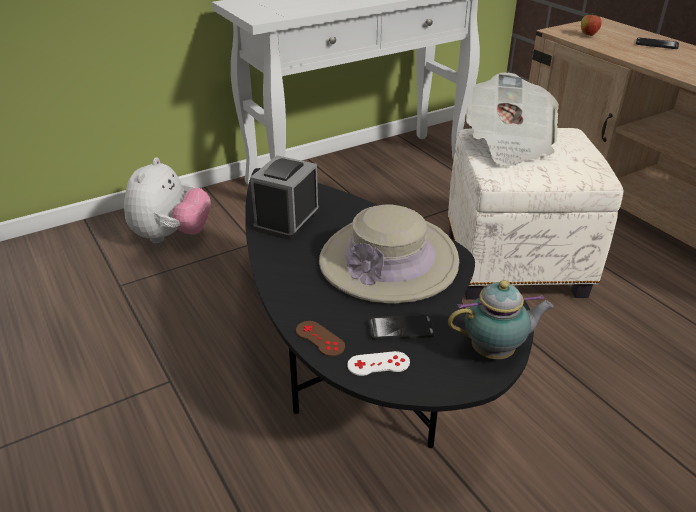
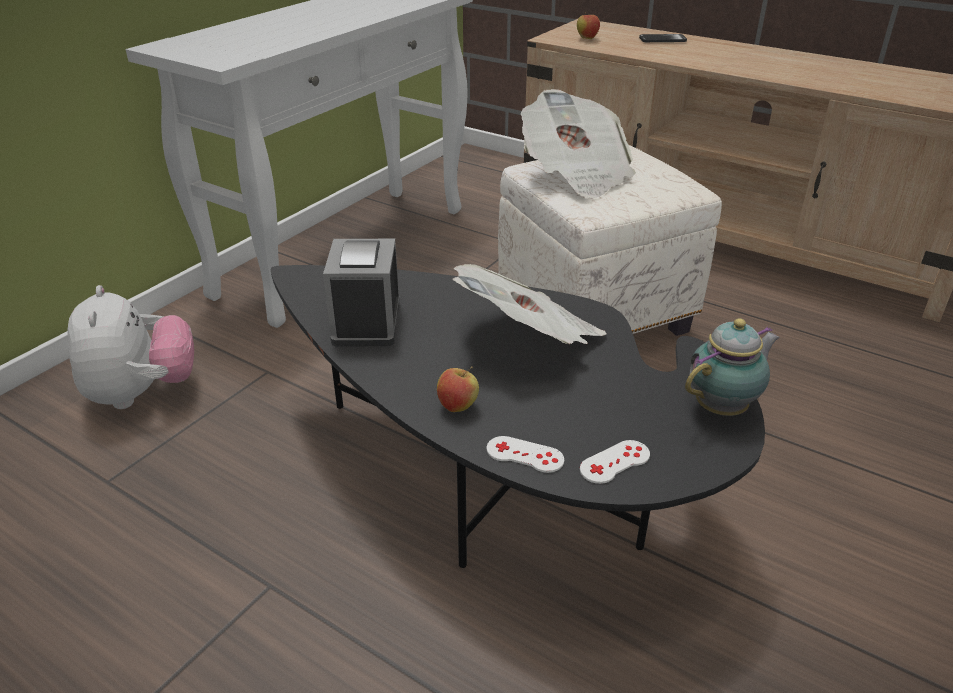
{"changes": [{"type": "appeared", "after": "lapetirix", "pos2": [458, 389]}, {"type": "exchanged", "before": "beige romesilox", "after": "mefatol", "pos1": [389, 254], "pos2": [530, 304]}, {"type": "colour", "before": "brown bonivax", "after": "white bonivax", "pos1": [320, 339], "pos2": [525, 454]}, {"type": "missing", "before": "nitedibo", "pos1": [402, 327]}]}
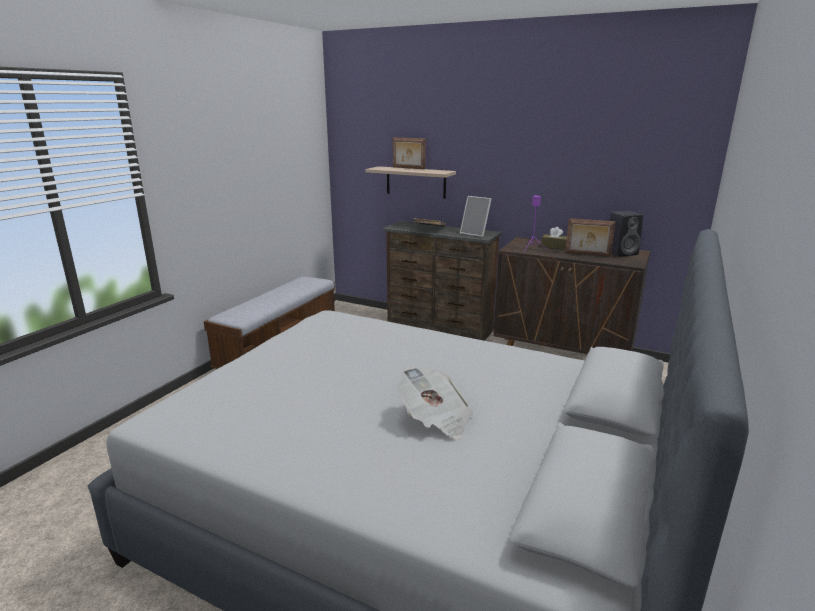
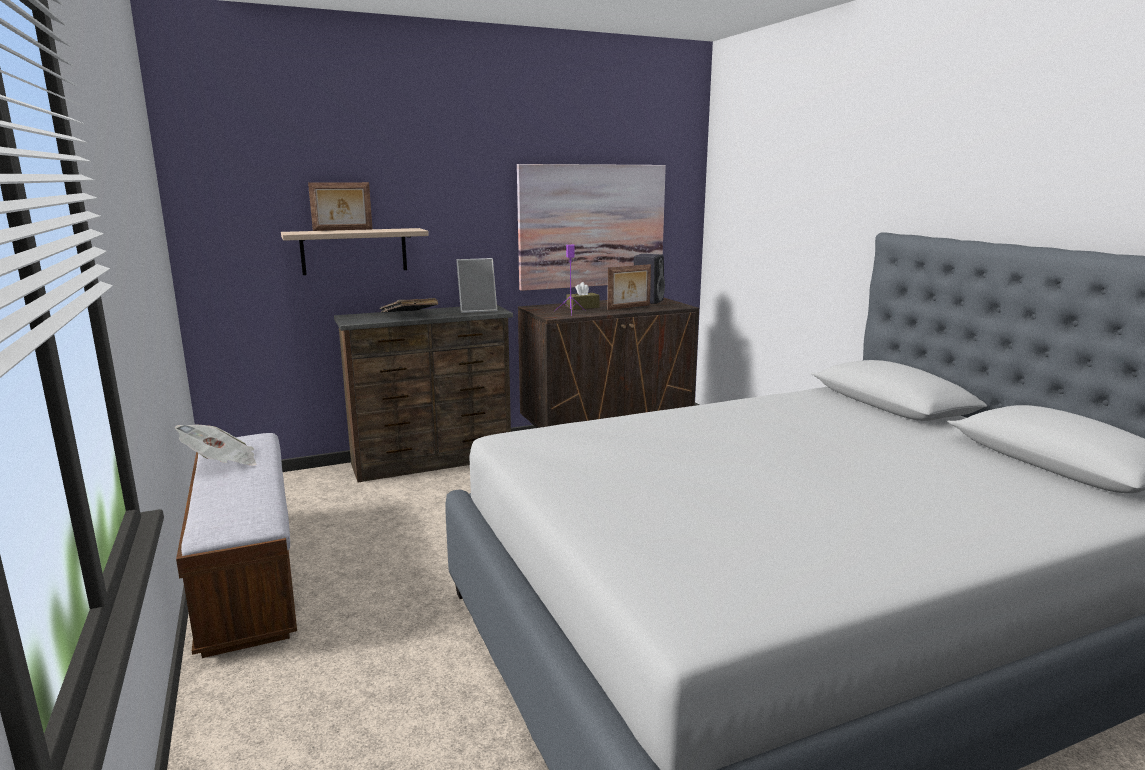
{"changes": [{"type": "relocated", "before": "mefatol", "pos1": [435, 403], "pos2": [215, 445]}, {"type": "appeared", "after": "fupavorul", "pos2": [591, 227]}]}
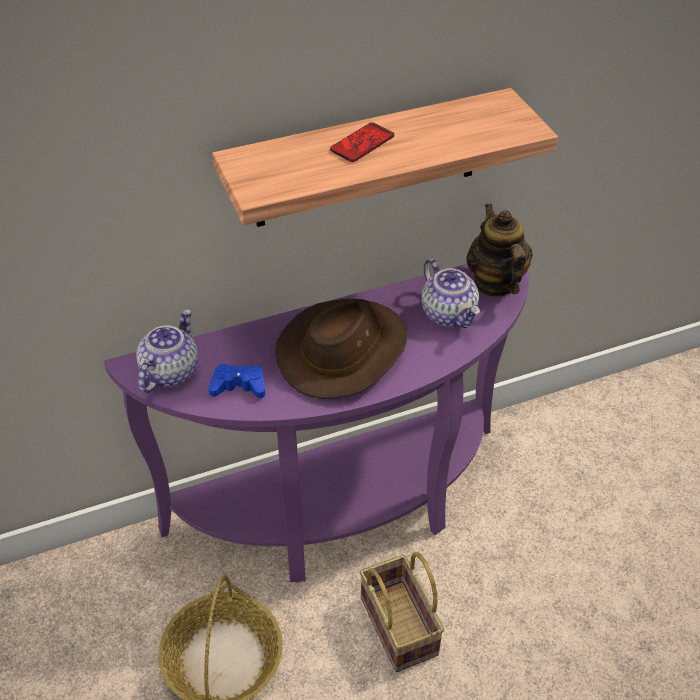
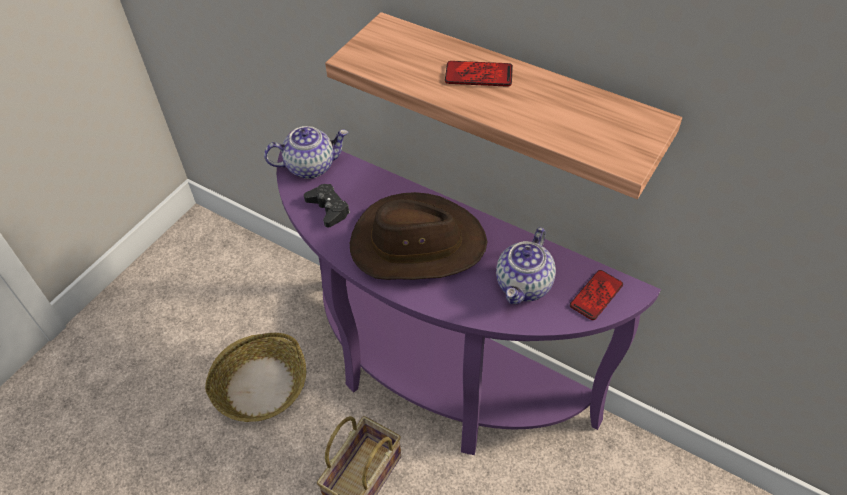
{"changes": [{"type": "colour", "before": "blue bonivax", "after": "black bonivax", "pos1": [236, 381], "pos2": [327, 206]}, {"type": "exchanged", "before": "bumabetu", "after": "nitedibo", "pos1": [499, 250], "pos2": [596, 295]}]}
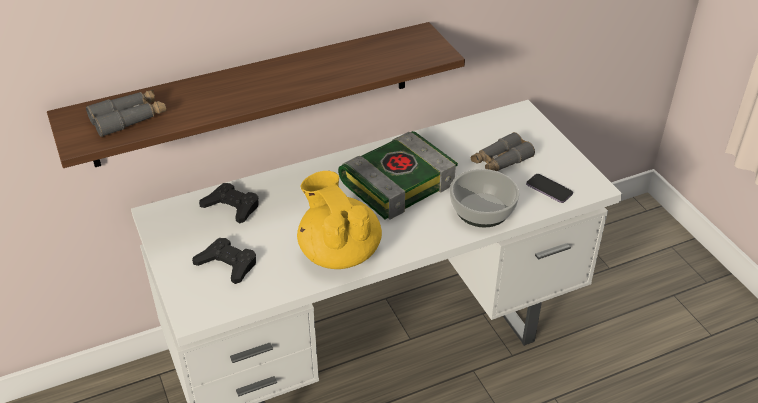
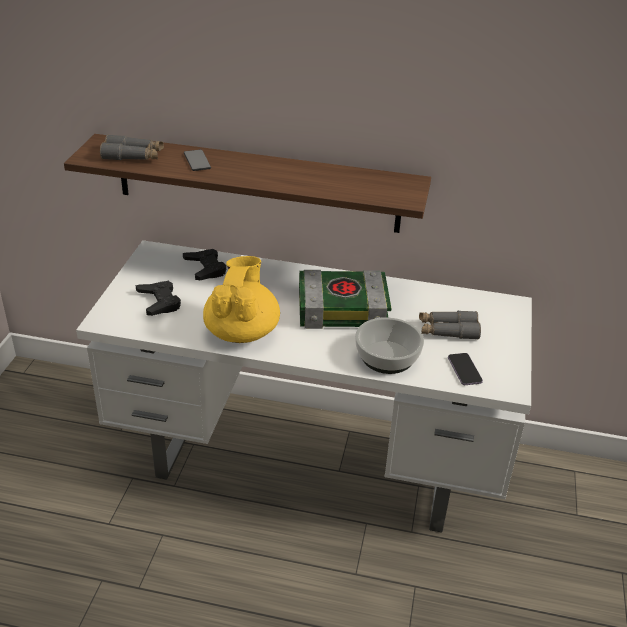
{"changes": [{"type": "appeared", "after": "nitedibo", "pos2": [197, 160]}]}
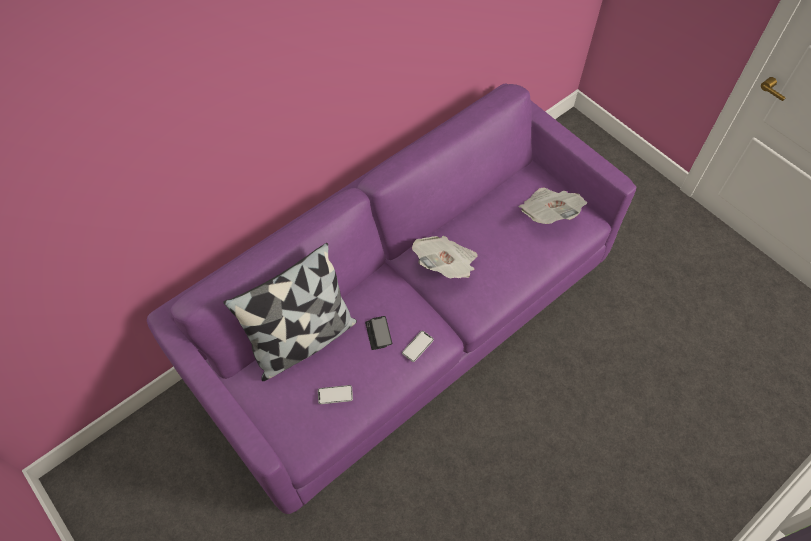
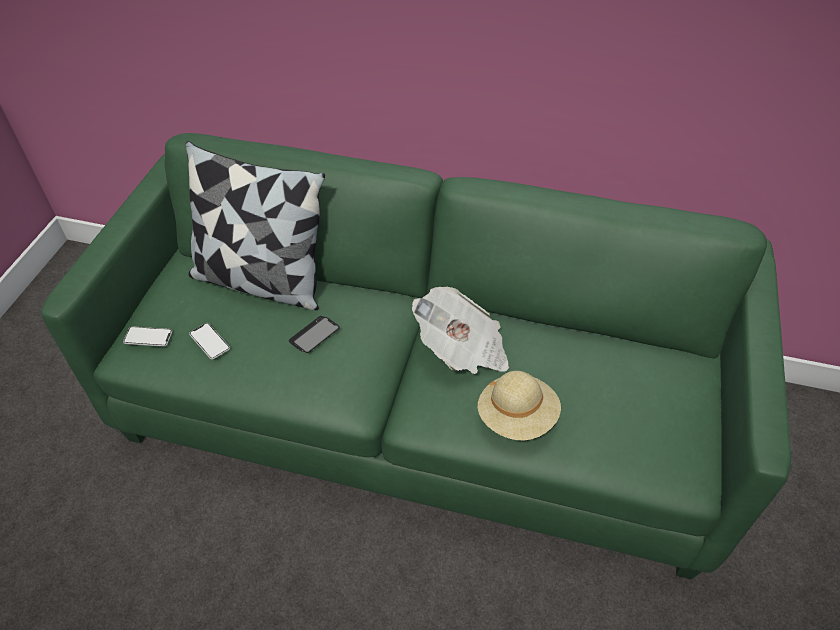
{"changes": [{"type": "colour", "before": "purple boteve", "after": "green boteve", "pos1": [391, 299], "pos2": [416, 356]}, {"type": "relocated", "before": "nitedibo", "pos1": [418, 346], "pos2": [148, 336]}, {"type": "appeared", "after": "beige romesilox", "pos2": [519, 406]}, {"type": "missing", "before": "mefatol", "pos1": [552, 206]}]}
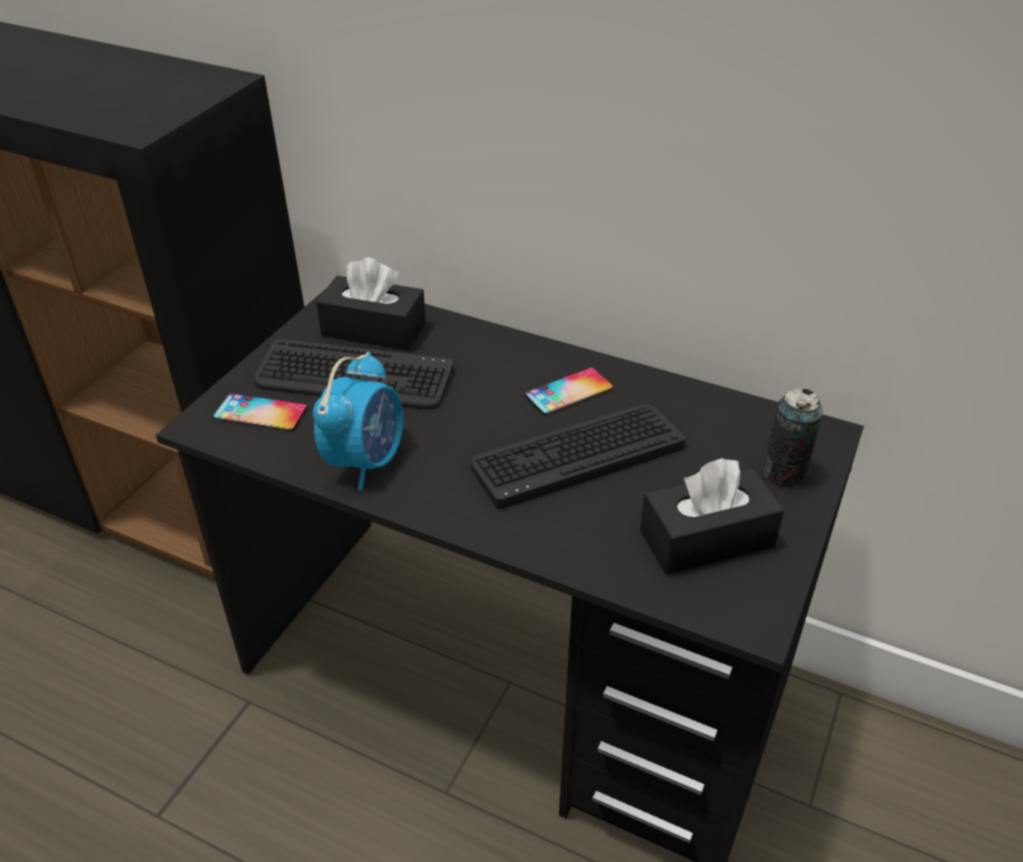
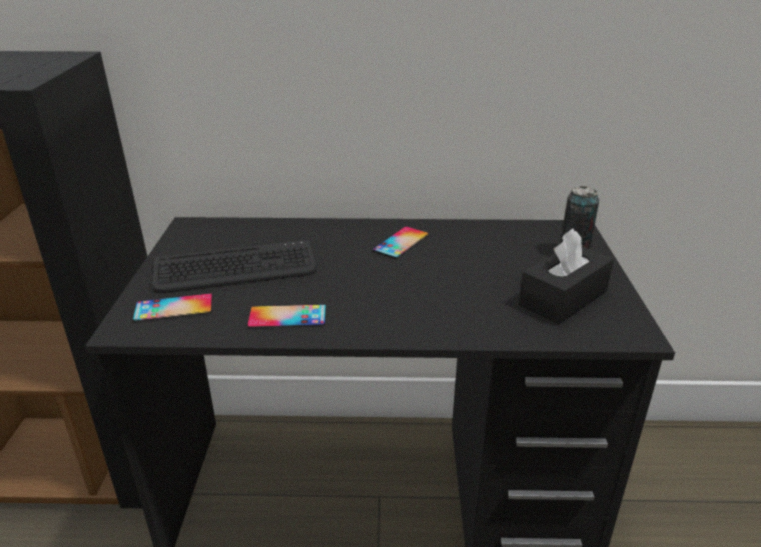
{"changes": [{"type": "exchanged", "before": "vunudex", "after": "nitedibo", "pos1": [358, 421], "pos2": [286, 316]}, {"type": "missing", "before": "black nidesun", "pos1": [371, 303]}, {"type": "missing", "before": "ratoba", "pos1": [577, 456]}]}
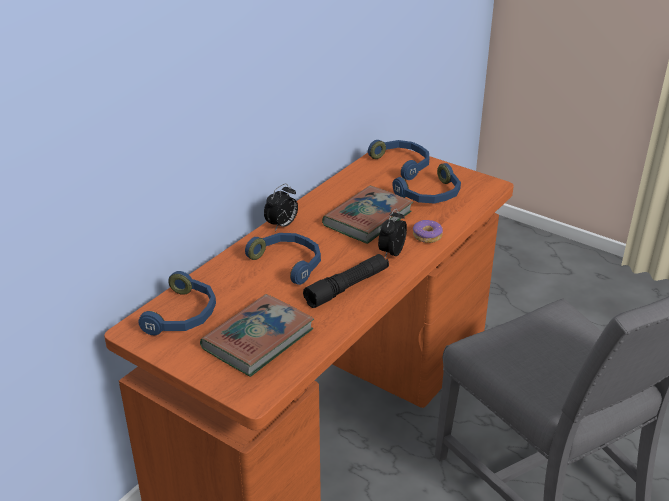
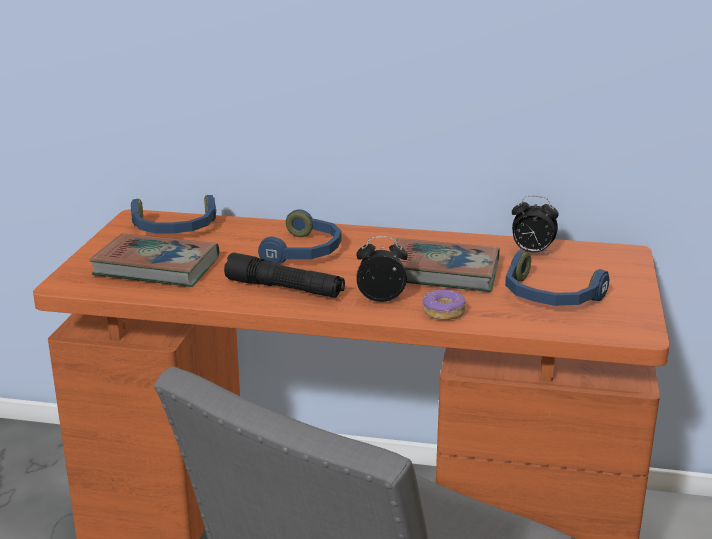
{"changes": [{"type": "relocated", "before": "vunudex", "pos1": [281, 207], "pos2": [535, 225]}, {"type": "missing", "before": "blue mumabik", "pos1": [398, 160]}]}
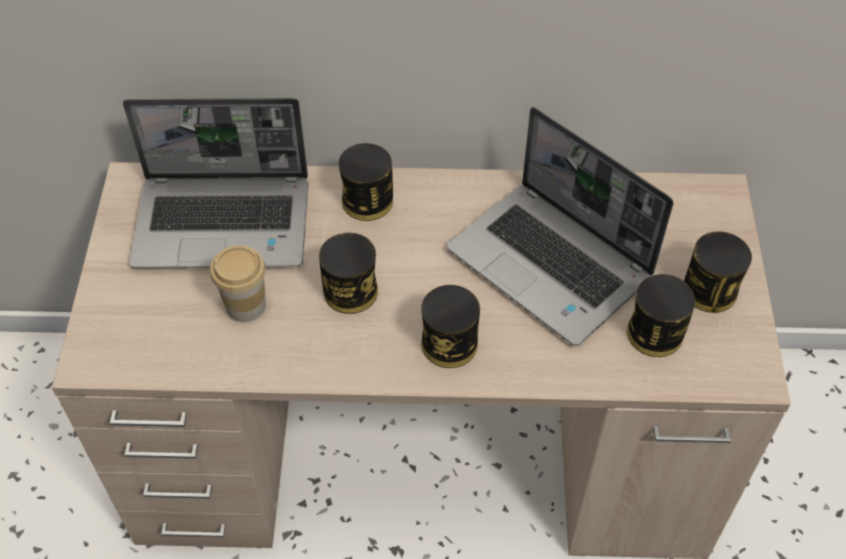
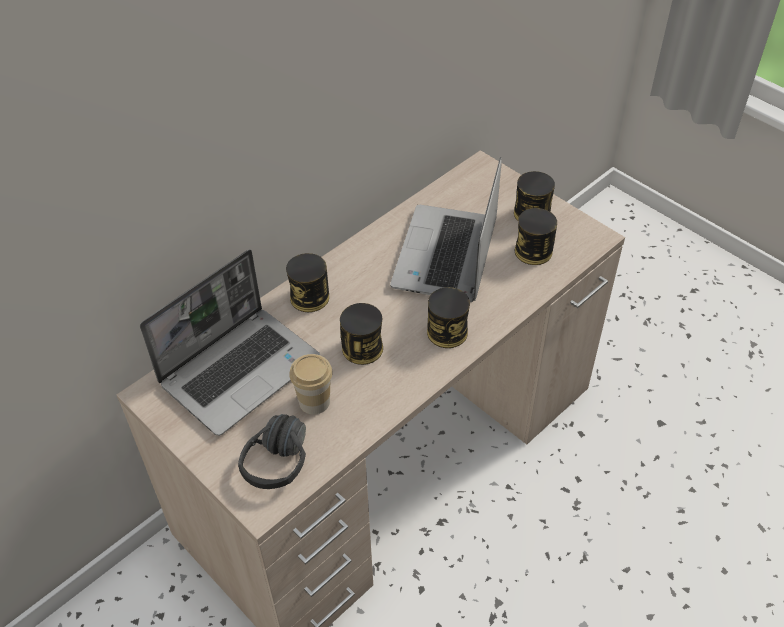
{"changes": [{"type": "appeared", "after": "black mumabik", "pos2": [272, 451]}, {"type": "spun", "before": "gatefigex", "pos1": [560, 226], "pos2": [446, 229], "turn": 105}]}
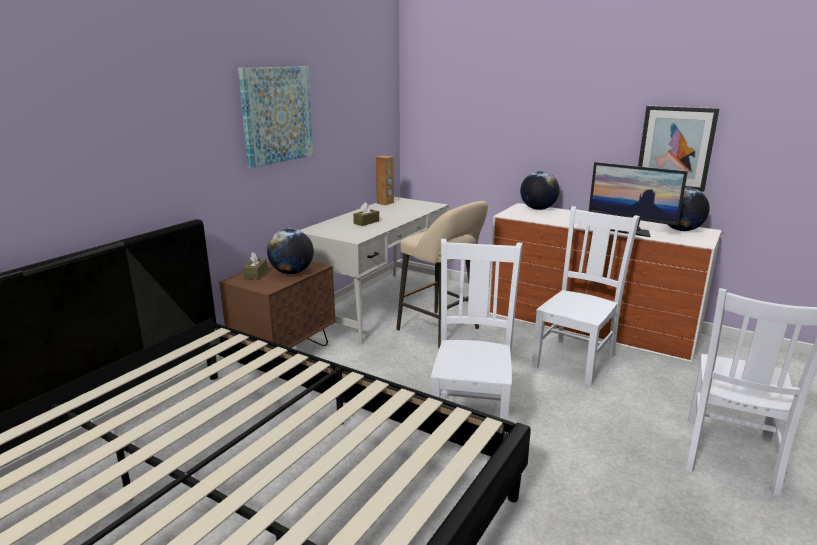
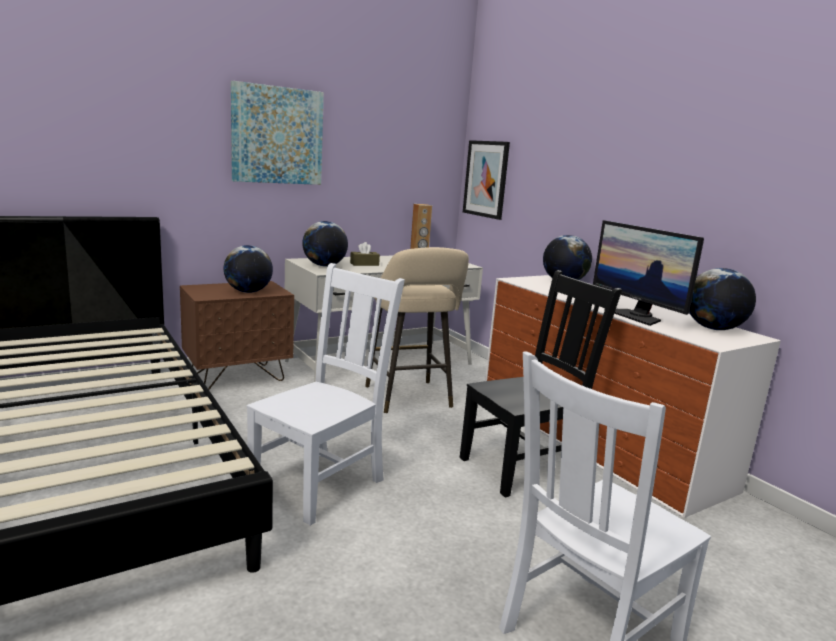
{"changes": [{"type": "appeared", "after": "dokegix", "pos2": [325, 243]}, {"type": "colour", "before": "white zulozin", "after": "black zulozin", "pos1": [585, 296], "pos2": [541, 383]}, {"type": "relocated", "before": "fupavorul", "pos1": [679, 149], "pos2": [486, 180]}, {"type": "missing", "before": "brown nidesun", "pos1": [255, 266]}]}
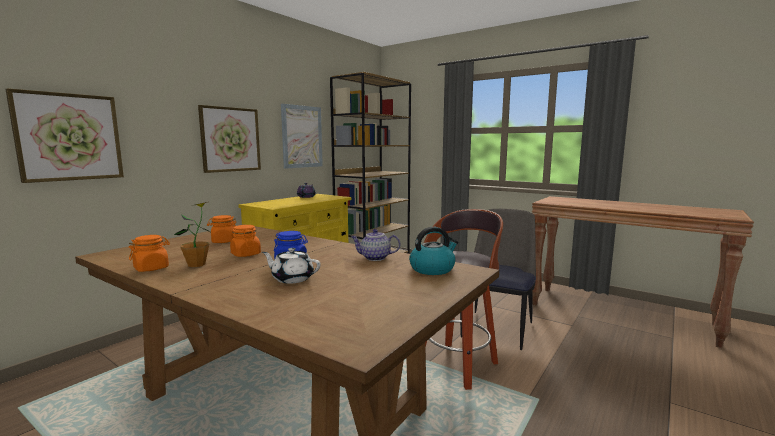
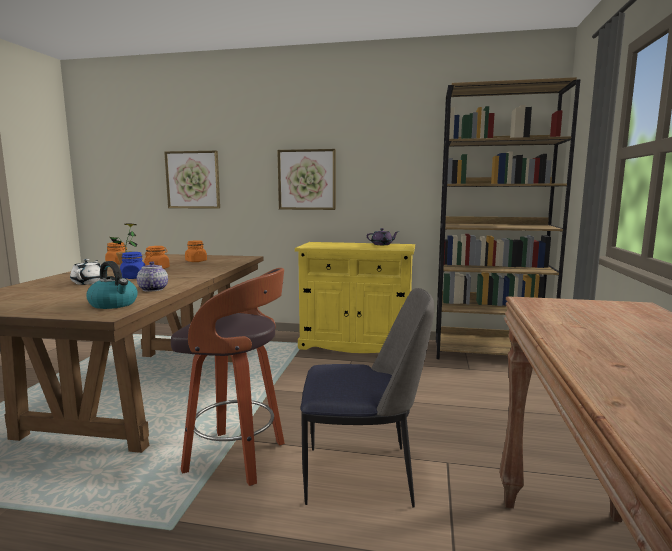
{"changes": [{"type": "missing", "before": "fupavorul", "pos1": [302, 136]}]}
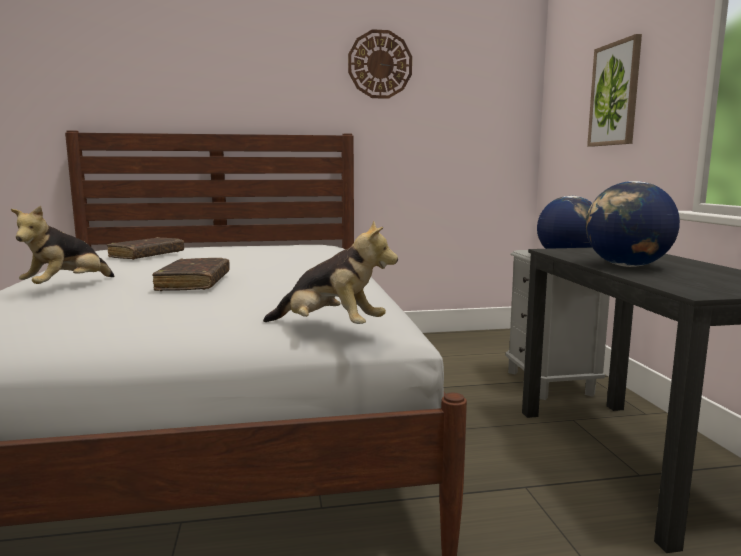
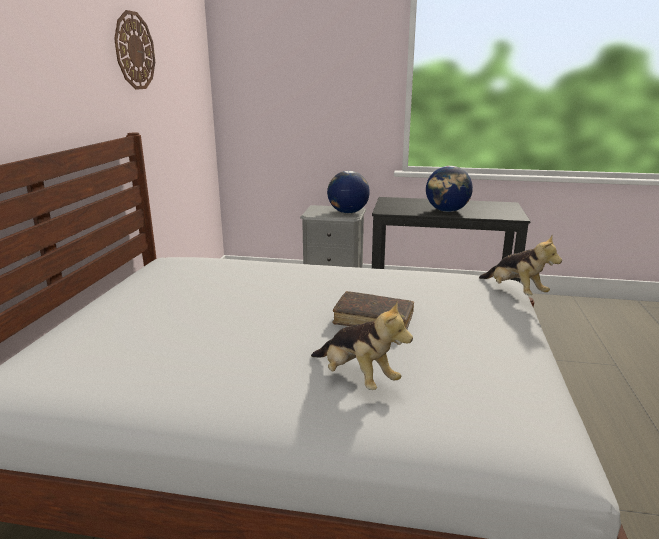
{"changes": [{"type": "spun", "before": "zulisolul", "pos1": [330, 272], "pos2": [520, 265], "turn": 105}, {"type": "missing", "before": "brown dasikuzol", "pos1": [145, 248]}, {"type": "missing", "before": "fupavorul", "pos1": [614, 90]}]}
